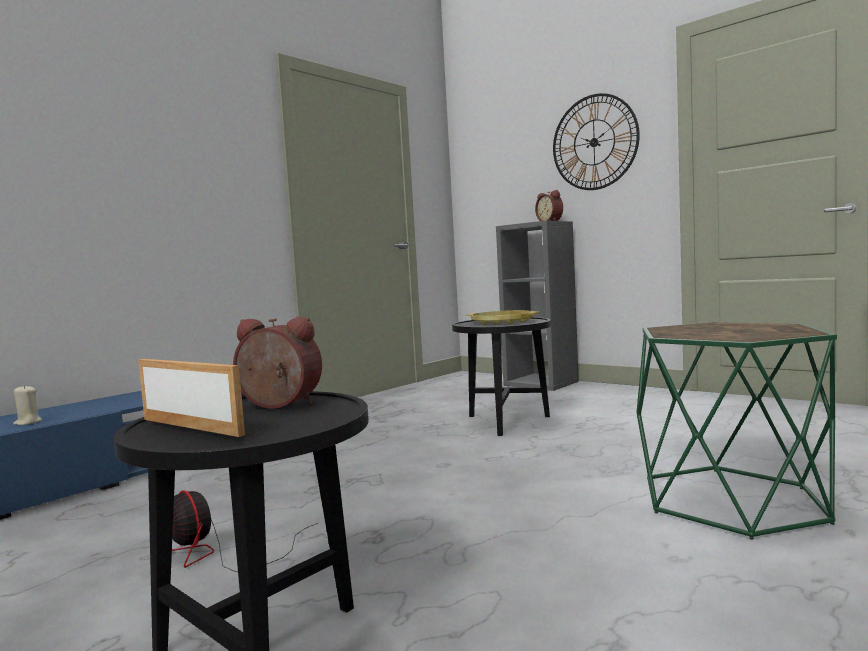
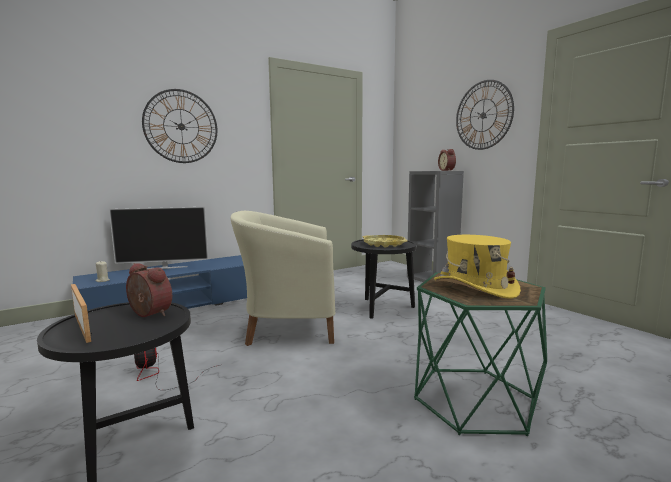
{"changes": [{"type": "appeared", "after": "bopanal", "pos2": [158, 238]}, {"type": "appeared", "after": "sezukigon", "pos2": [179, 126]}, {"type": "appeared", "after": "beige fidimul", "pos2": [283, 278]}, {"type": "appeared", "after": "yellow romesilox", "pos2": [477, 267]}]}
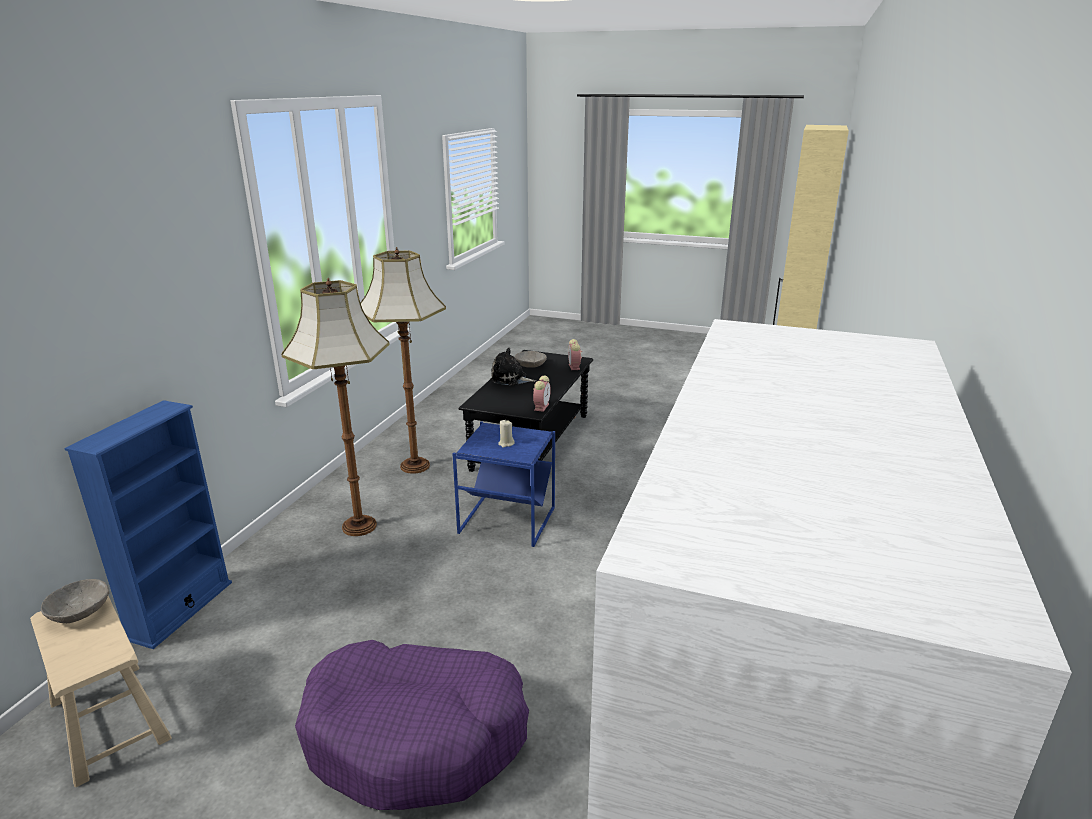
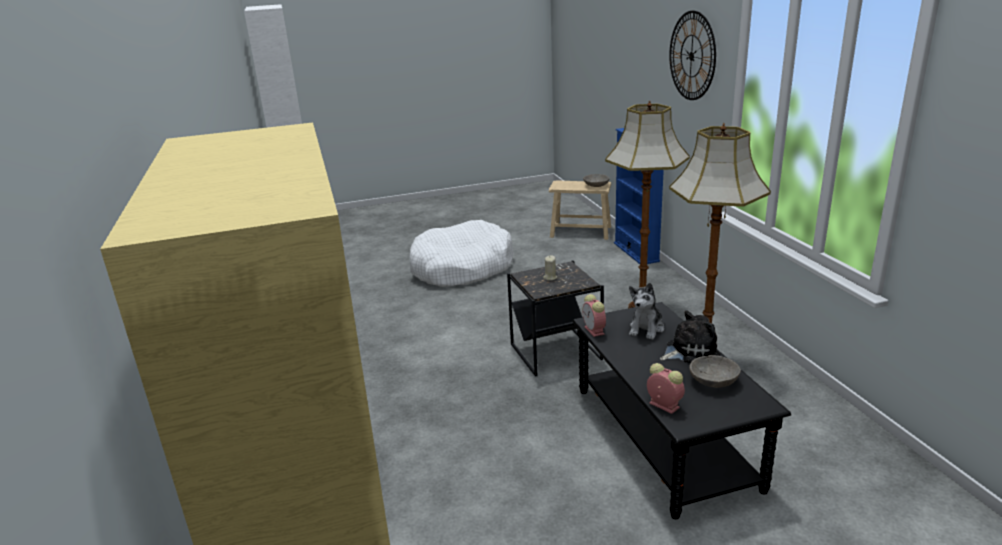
{"changes": [{"type": "colour", "before": "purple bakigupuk", "after": "white bakigupuk", "pos1": [412, 725], "pos2": [461, 253]}, {"type": "colour", "before": "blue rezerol", "after": "black rezerol", "pos1": [504, 484], "pos2": [555, 318]}, {"type": "appeared", "after": "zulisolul", "pos2": [646, 311]}, {"type": "appeared", "after": "sezukigon", "pos2": [692, 55]}]}
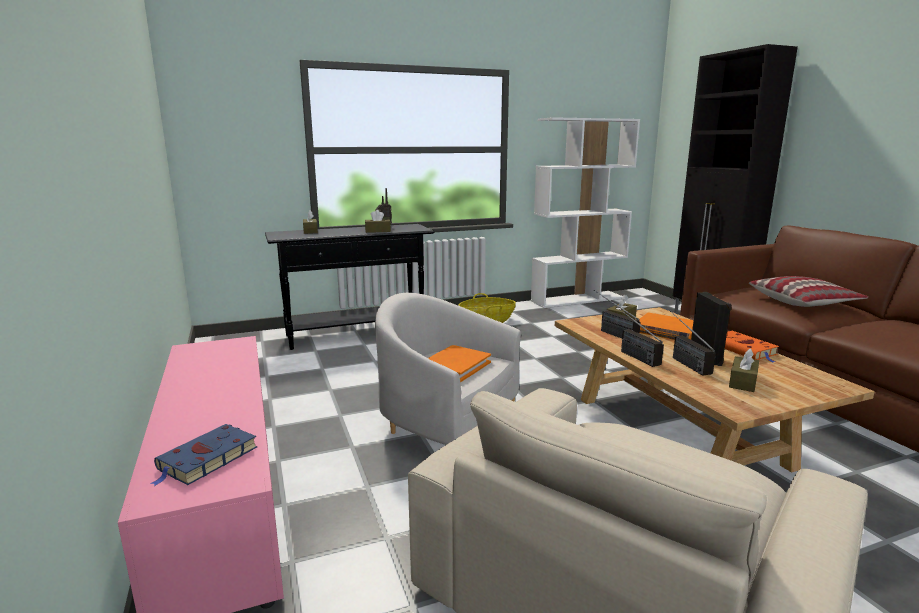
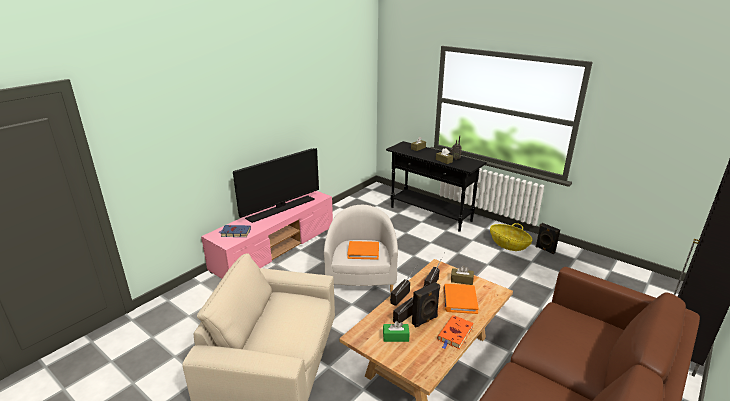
{"changes": [{"type": "appeared", "after": "bopanal", "pos2": [276, 185]}, {"type": "colour", "before": "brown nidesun", "after": "green nidesun", "pos1": [744, 370], "pos2": [396, 331]}, {"type": "appeared", "after": "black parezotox", "pos2": [548, 238]}, {"type": "missing", "before": "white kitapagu", "pos1": [585, 212]}, {"type": "missing", "before": "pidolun", "pos1": [808, 291]}]}
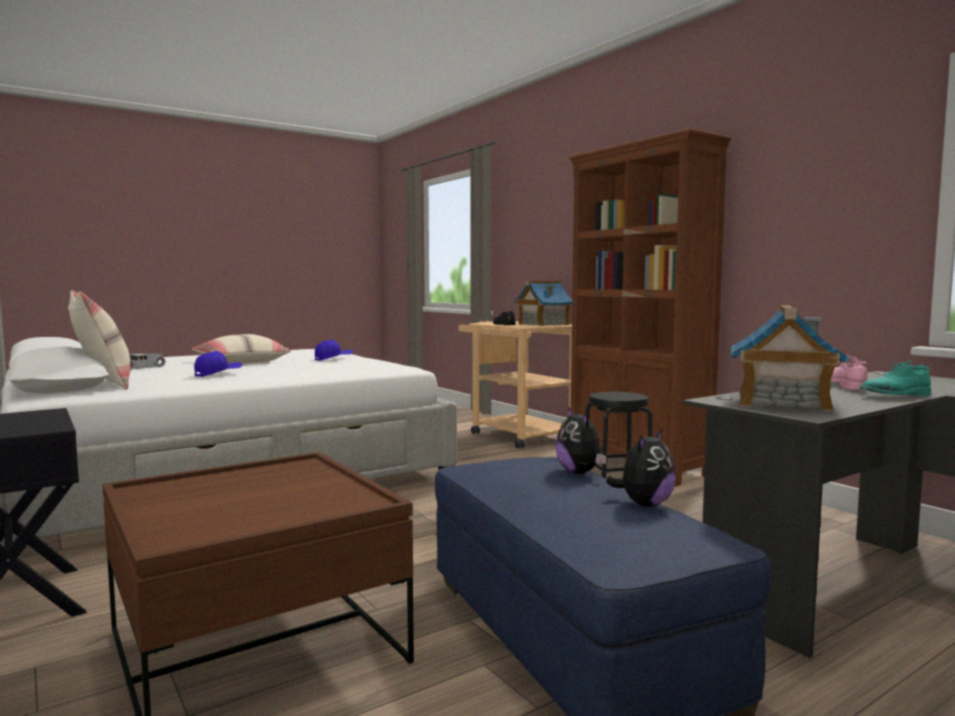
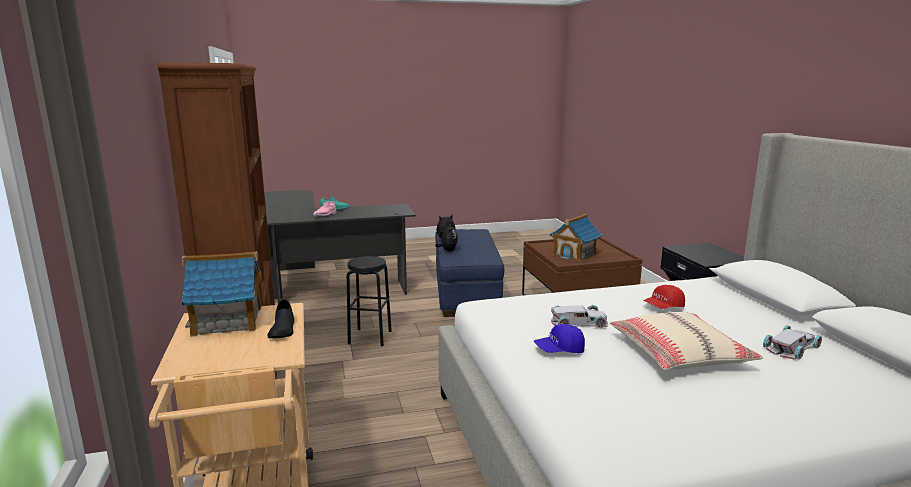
{"changes": [{"type": "relocated", "before": "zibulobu", "pos1": [790, 358], "pos2": [575, 237]}, {"type": "appeared", "after": "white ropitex", "pos2": [579, 317]}, {"type": "colour", "before": "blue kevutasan", "after": "red kevutasan", "pos1": [218, 364], "pos2": [664, 297]}, {"type": "missing", "before": "beige pidolun", "pos1": [99, 339]}]}
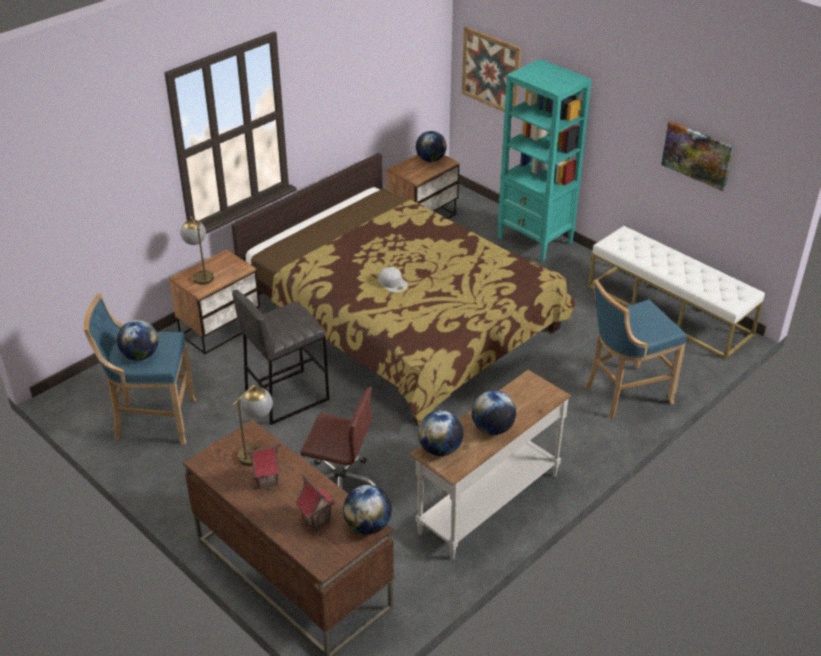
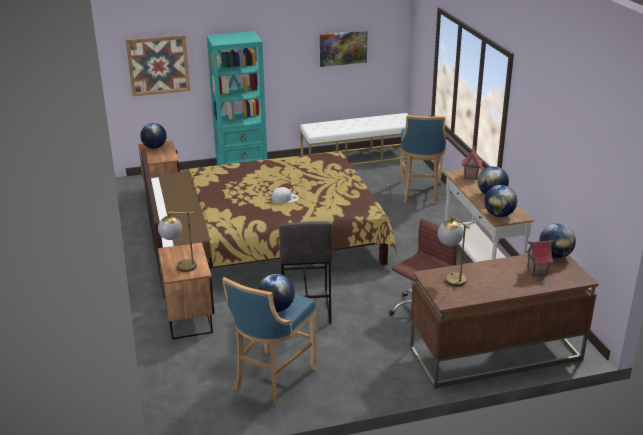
{"changes": [{"type": "relocated", "before": "zibulobu", "pos1": [263, 466], "pos2": [472, 163]}]}
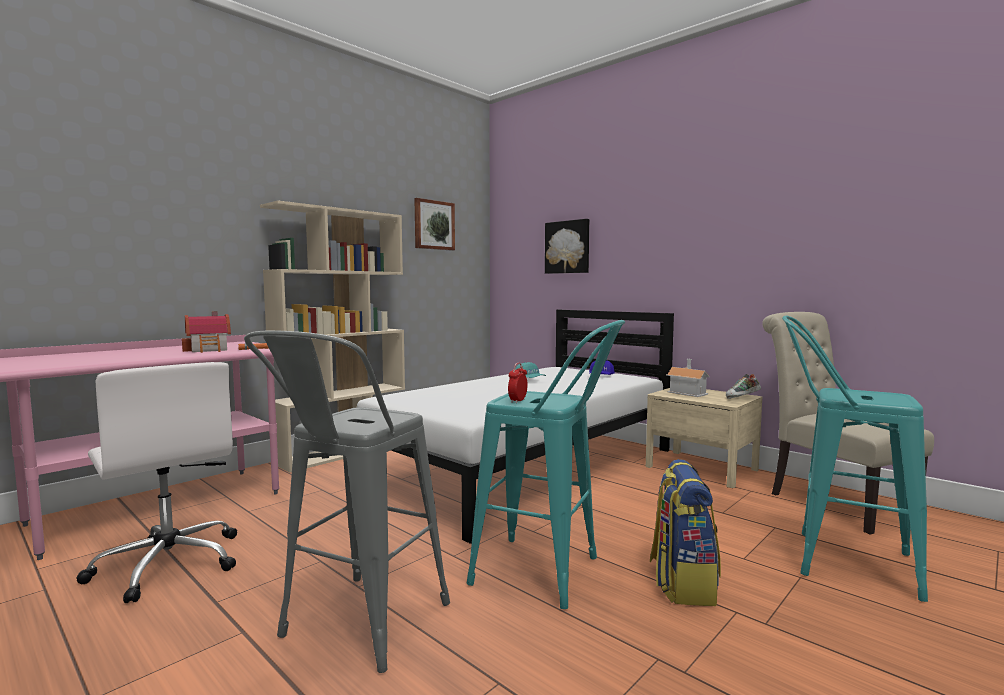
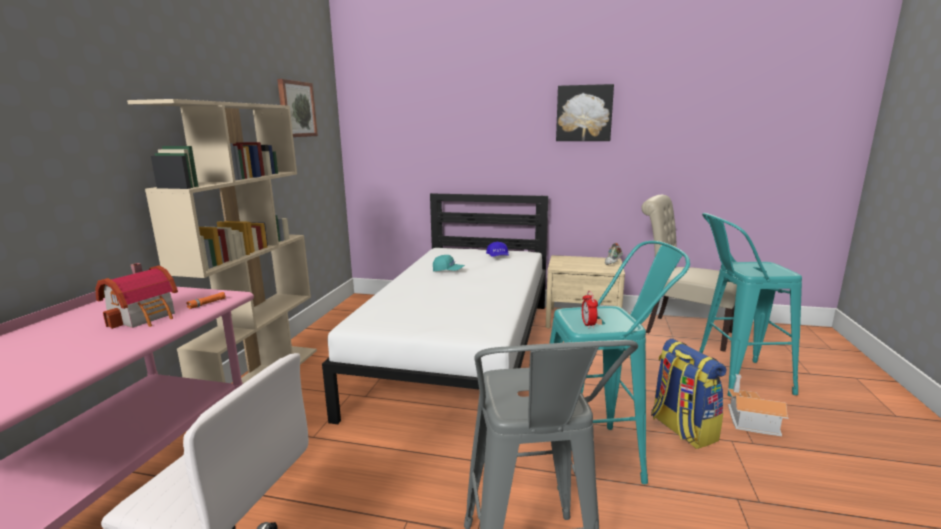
{"changes": [{"type": "relocated", "before": "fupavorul", "pos1": [567, 246], "pos2": [585, 112]}, {"type": "relocated", "before": "zibulobu", "pos1": [688, 378], "pos2": [758, 405]}]}
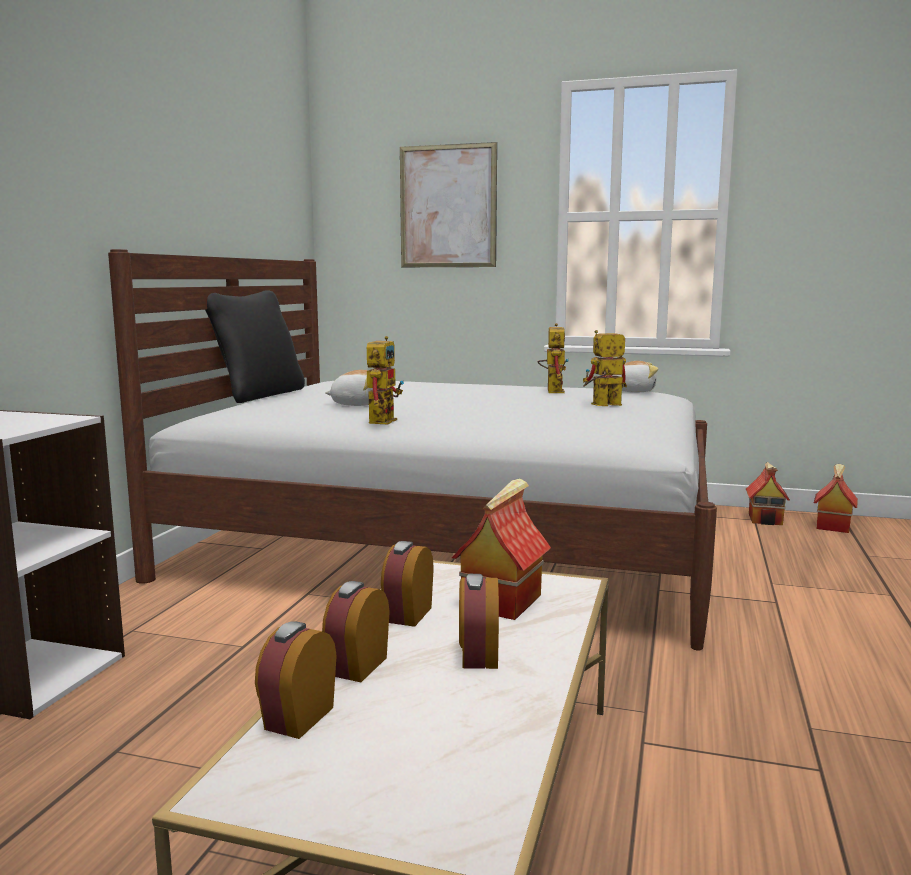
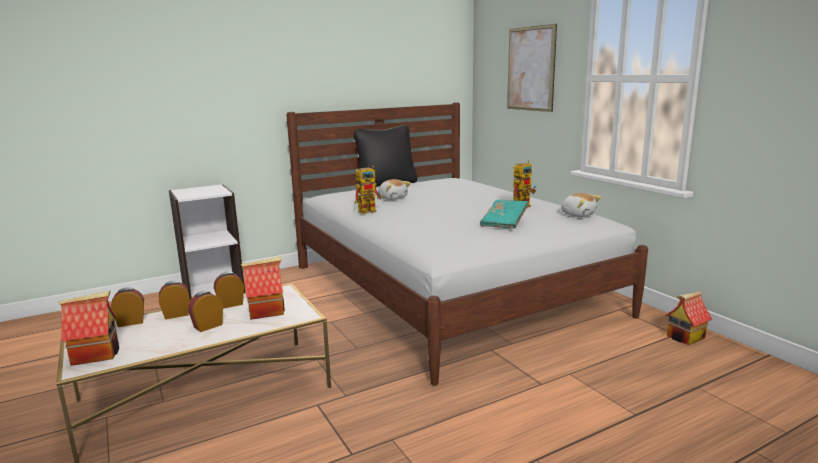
{"changes": [{"type": "relocated", "before": "zibulobu", "pos1": [836, 498], "pos2": [88, 328]}, {"type": "exchanged", "before": "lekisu", "after": "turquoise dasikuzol", "pos1": [605, 368], "pos2": [504, 214]}]}
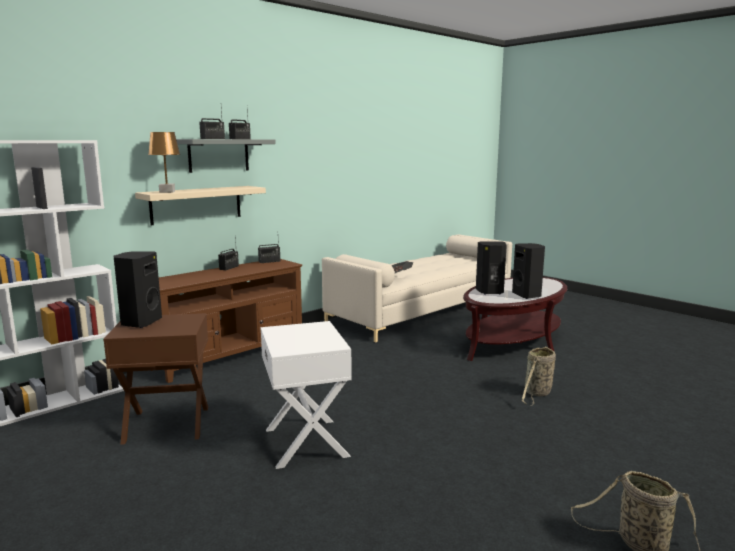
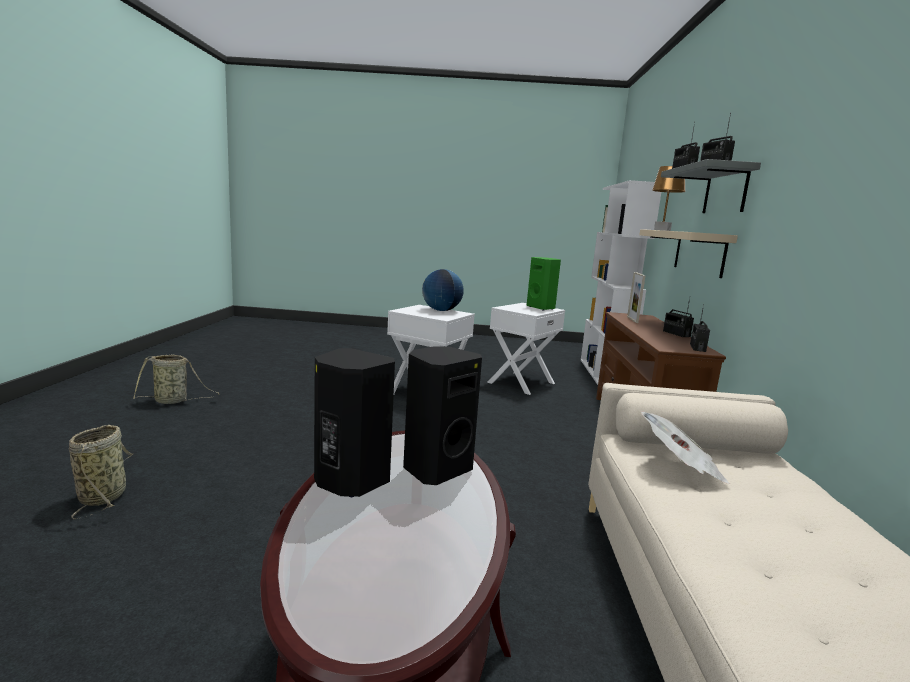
{"changes": [{"type": "relocated", "before": "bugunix", "pos1": [539, 376], "pos2": [101, 472]}, {"type": "appeared", "after": "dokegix", "pos2": [443, 290]}, {"type": "colour", "before": "brown rezerol", "after": "white rezerol", "pos1": [155, 379], "pos2": [526, 349]}, {"type": "colour", "before": "black parezotox", "after": "green parezotox", "pos1": [138, 289], "pos2": [544, 283]}, {"type": "appeared", "after": "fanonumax", "pos2": [636, 297]}]}
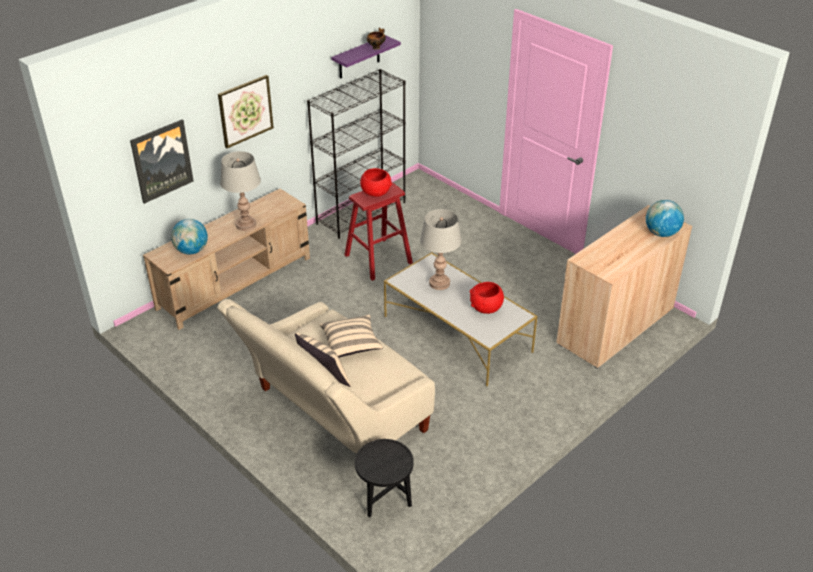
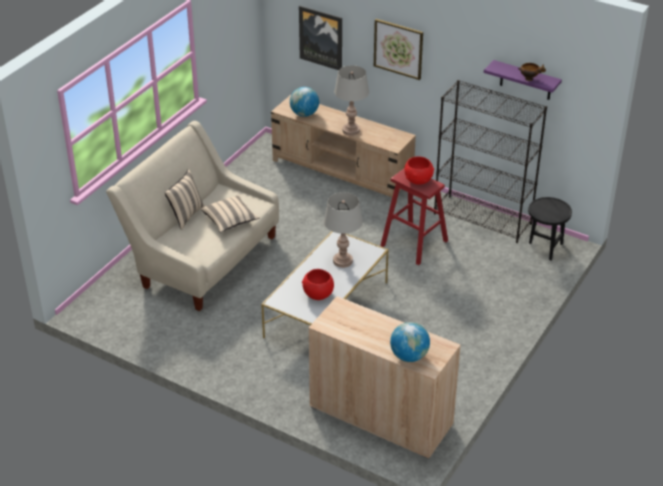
{"changes": [{"type": "relocated", "before": "black rezerol", "pos1": [384, 478], "pos2": [550, 228]}]}
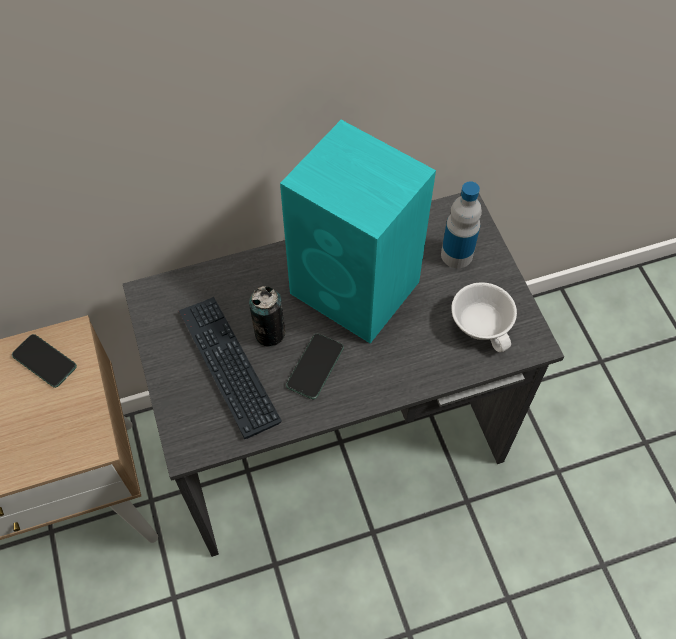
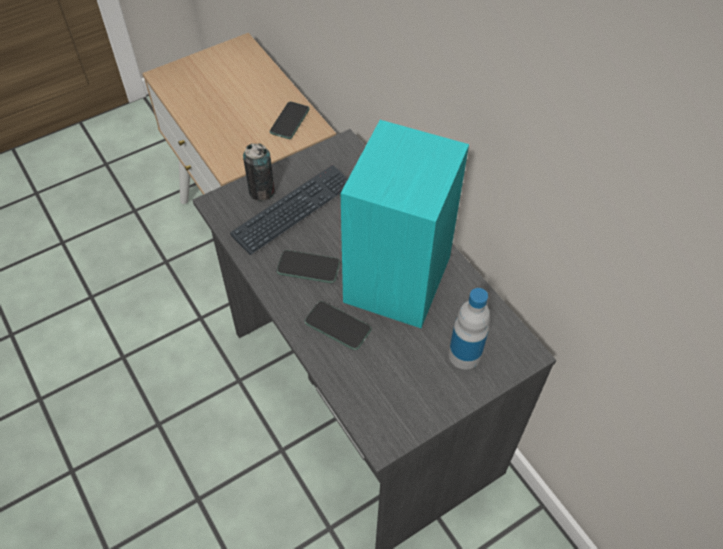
{"changes": [{"type": "relocated", "before": "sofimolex", "pos1": [267, 316], "pos2": [259, 172]}, {"type": "appeared", "after": "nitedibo", "pos2": [338, 325]}, {"type": "missing", "before": "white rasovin", "pos1": [484, 317]}]}
